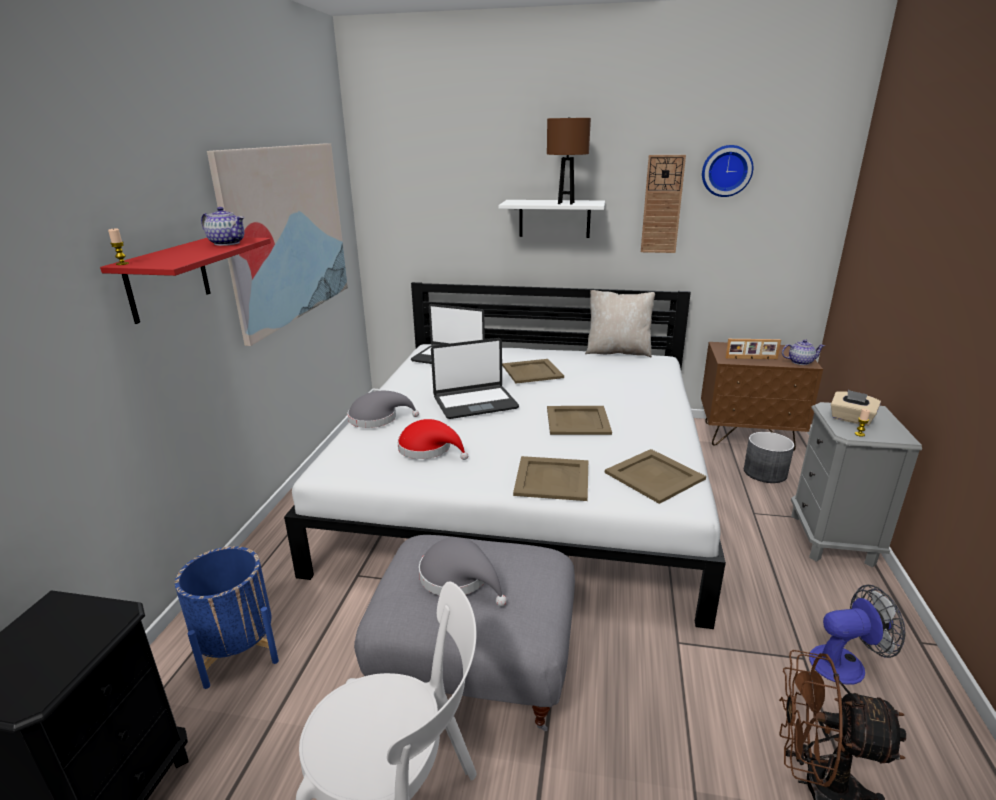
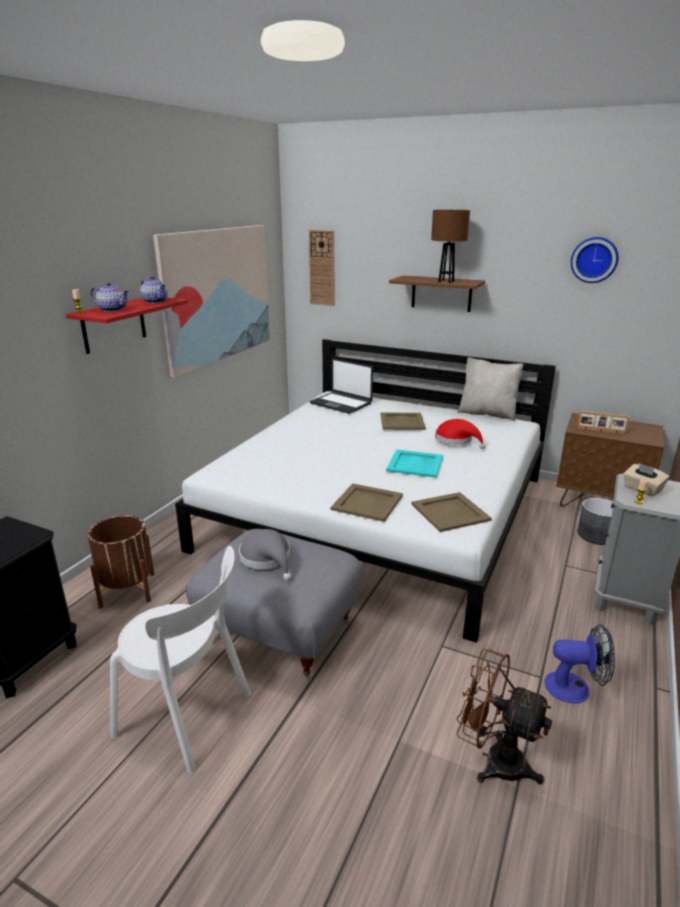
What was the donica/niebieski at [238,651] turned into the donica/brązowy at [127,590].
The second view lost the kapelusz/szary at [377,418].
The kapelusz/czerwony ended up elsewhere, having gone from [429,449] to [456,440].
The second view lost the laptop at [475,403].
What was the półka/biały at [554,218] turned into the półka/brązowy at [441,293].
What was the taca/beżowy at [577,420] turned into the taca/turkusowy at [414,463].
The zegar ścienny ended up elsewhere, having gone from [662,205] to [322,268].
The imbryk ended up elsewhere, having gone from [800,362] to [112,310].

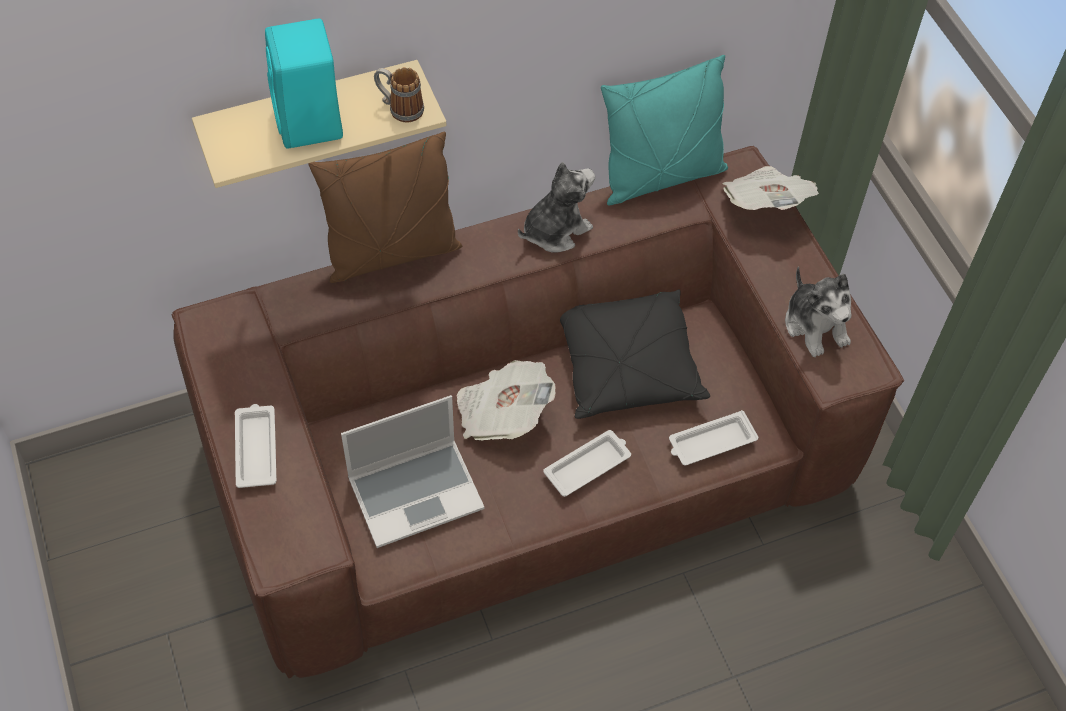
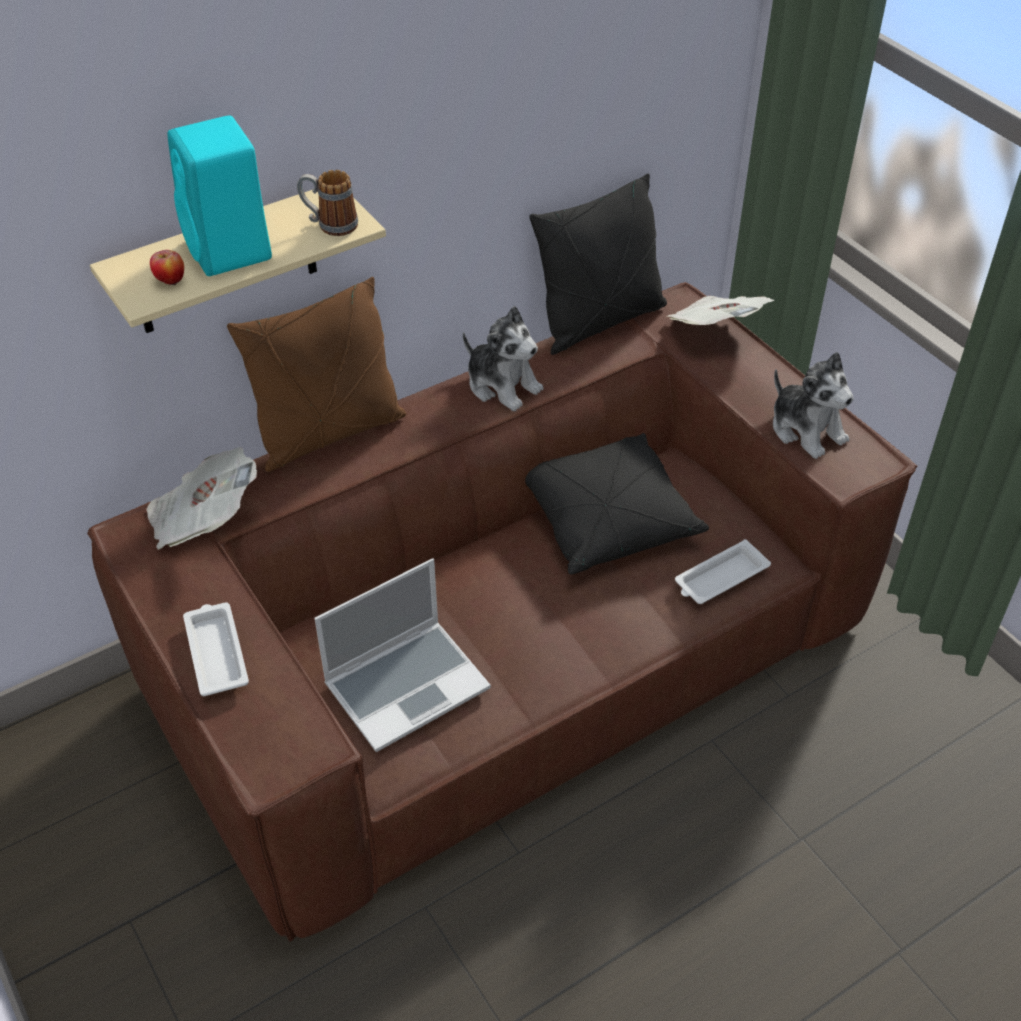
The gazeta ended up elsewhere, having gone from [502,414] to [203,520].
The pluszak at [555,230] ended up facing another way, 90 degrees clockwise from before.
The second view lost the taca/biały at [588,465].
What was the poduszka/turkusowy at [661,176] turned into the poduszka/czarny at [599,321].
The second view gained the jabłko at [170,282].

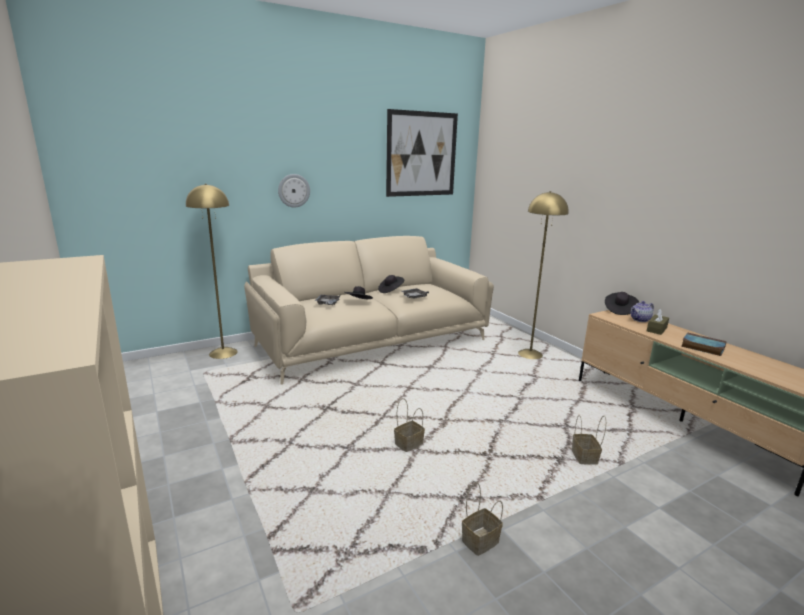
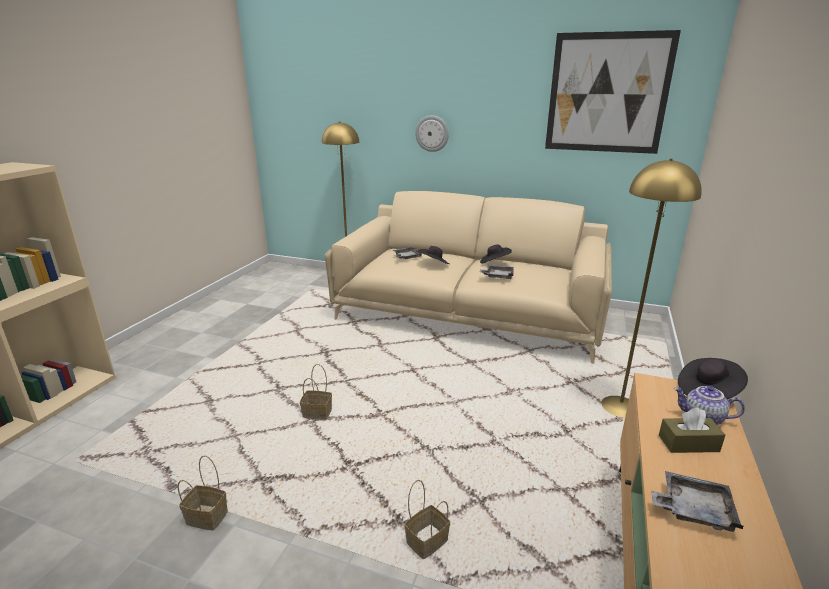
Where the książka stood at [701,347], the taca/szary came to stand at [693,509].

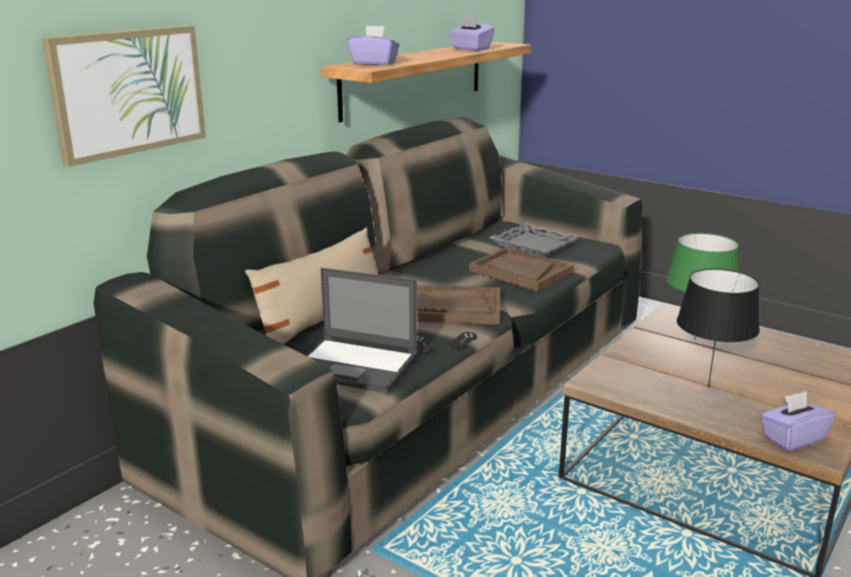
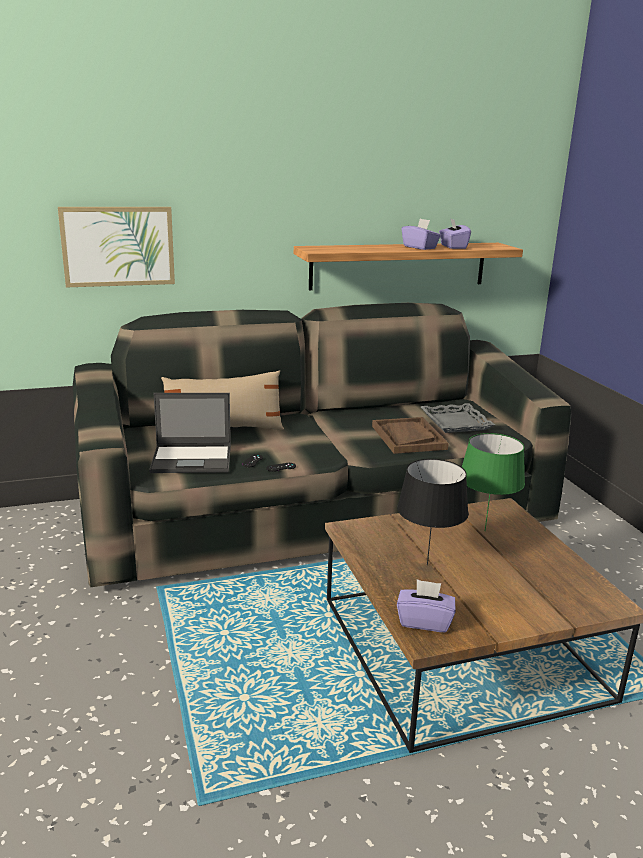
The laptop at [356,365] ended up facing another way, 60 degrees counterclockwise from before.
The pudełko chusteczek/fioletowy ended up elsewhere, having gone from [374,63] to [420,247].
The second view lost the taca/brązowy at [453,308].

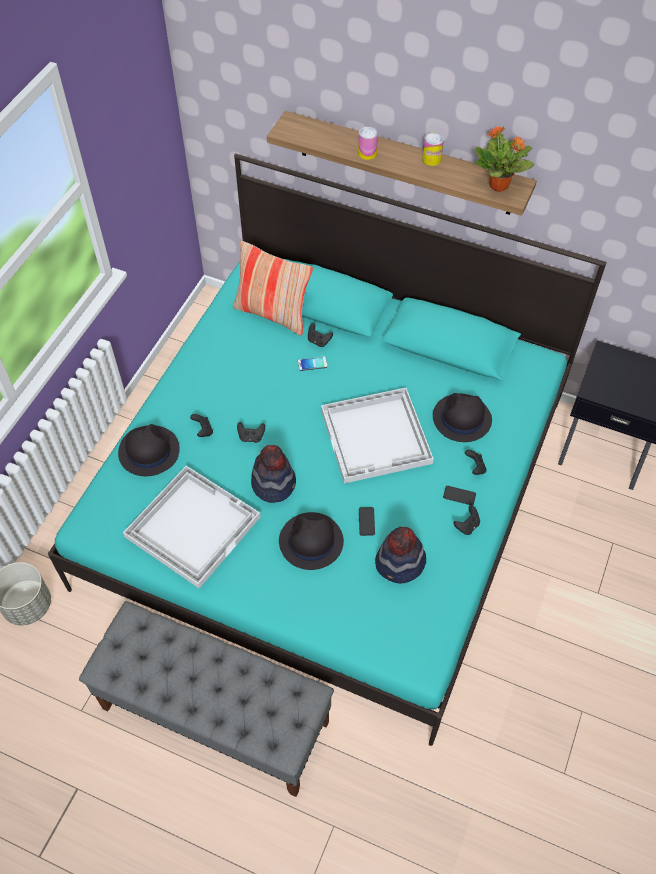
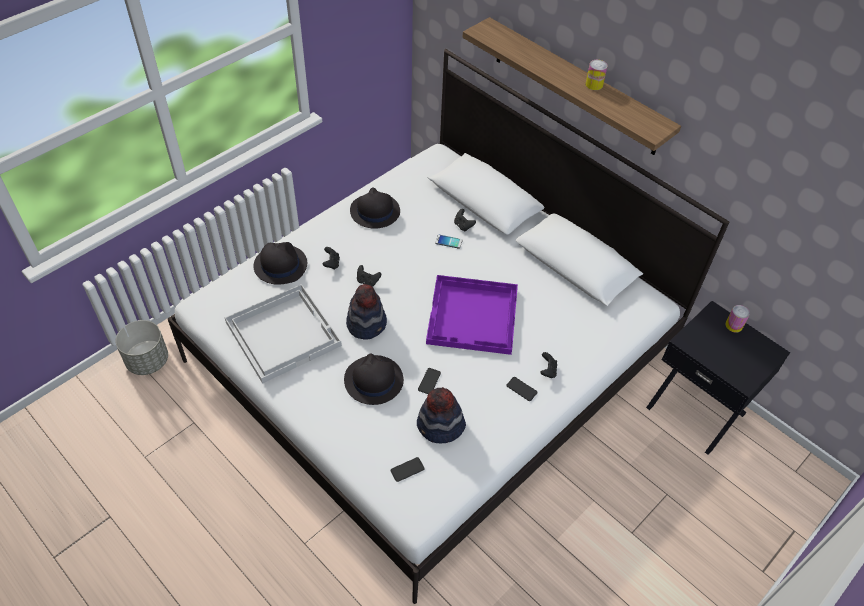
What was the łóżko/turkusowy at [328,491] turned into the łóżko/biały at [430,359].
The second view lost the ławka/szary at [216,715].
The second view lost the poduszka at [273,314].
What was the taca/biały at [377,437] turned into the taca/fioletowy at [473,316].
The puszka ended up elsewhere, having gone from [367,153] to [734,325].
The kapelusz/czarny ended up elsewhere, having gone from [461,419] to [374,211].
The second view lost the pad do gier/czarny at [467,526].
The second view lost the roślina doniczkowa at [499,186].
The second view gained the telefon at [407,469].

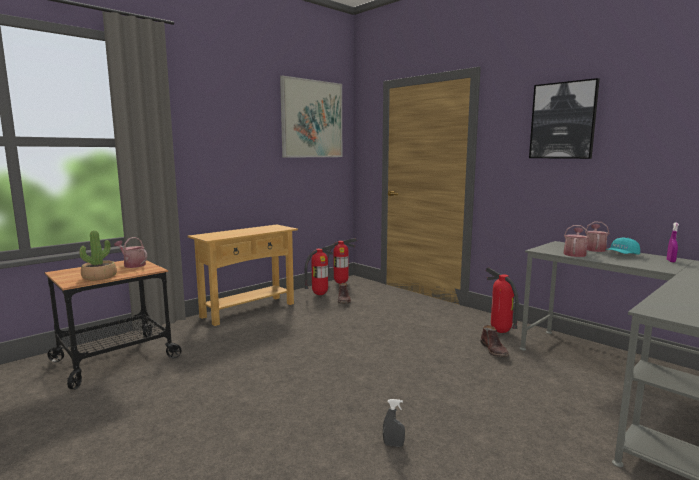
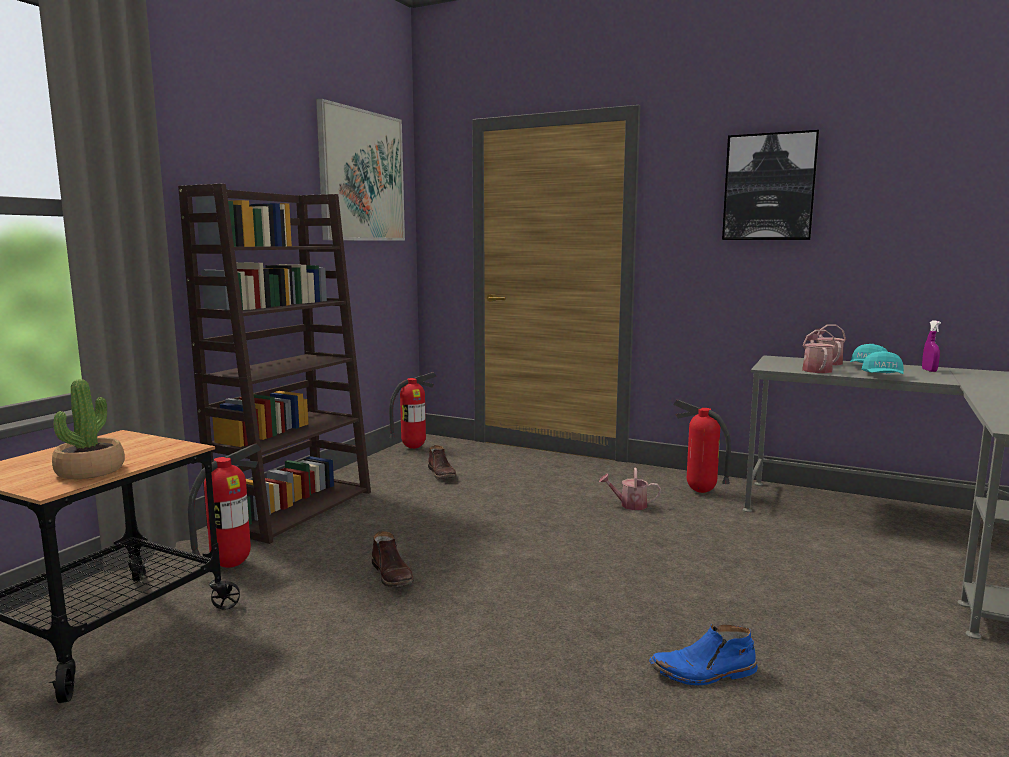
The konewka ended up elsewhere, having gone from [132,265] to [629,505].
Where the stolik konsolowy/beżowy stood at [248,310], the regał/brązowy came to stand at [294,508].
The gaśnica ended up elsewhere, having gone from [320,294] to [231,565].
Where the spryskiwacz/szary stood at [393,445], the but z cholewką/niebieski came to stand at [703,673].
The but z cholewką/brązowy ended up elsewhere, having gone from [494,350] to [393,575].
The second view gained the czapka z daszkiem/turkusowy at [883,376].

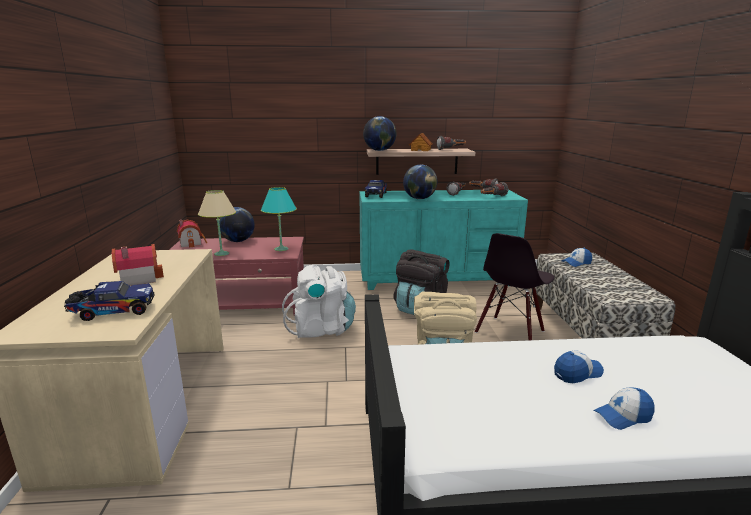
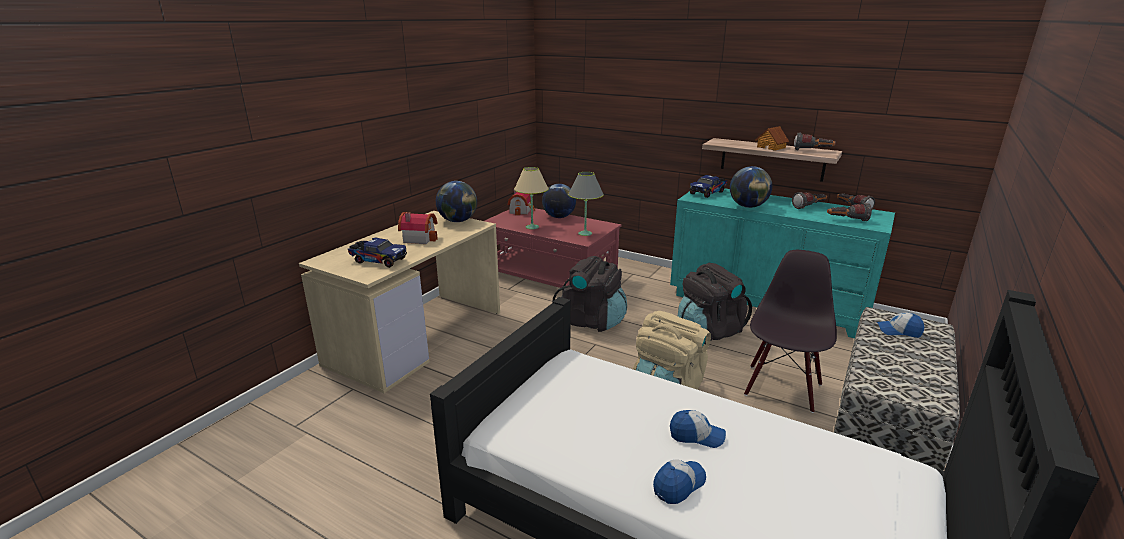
What was the lampa stołowa/turkusowy at [281,249] turned into the lampa stołowa/szary at [585,233].
What was the plecak/biały at [321,329] turned into the plecak/czarny at [592,321].
The globus ended up elsewhere, having gone from [379,150] to [458,221].
The krzesło/czarny at [510,332] ended up facing another way, 135 degrees clockwise from before.
The czapka z daszkiem at [623,416] ended up facing another way, 120 degrees clockwise from before.

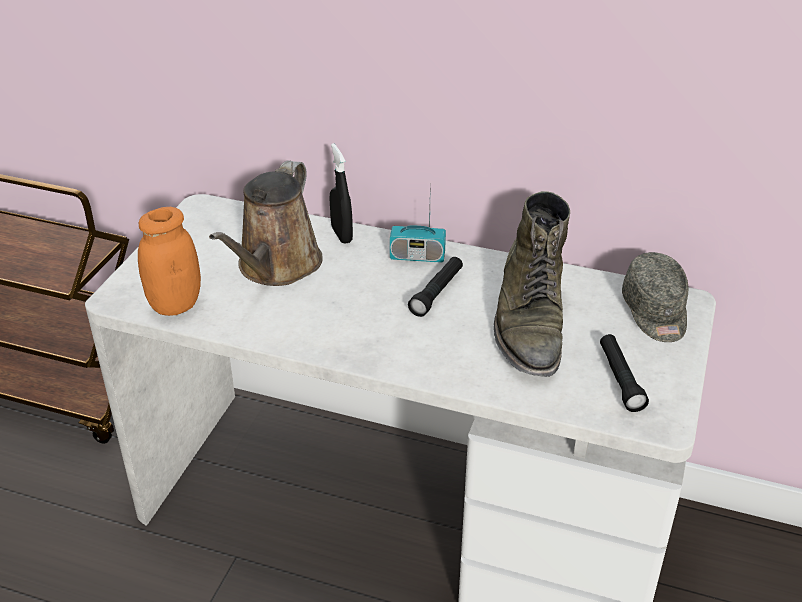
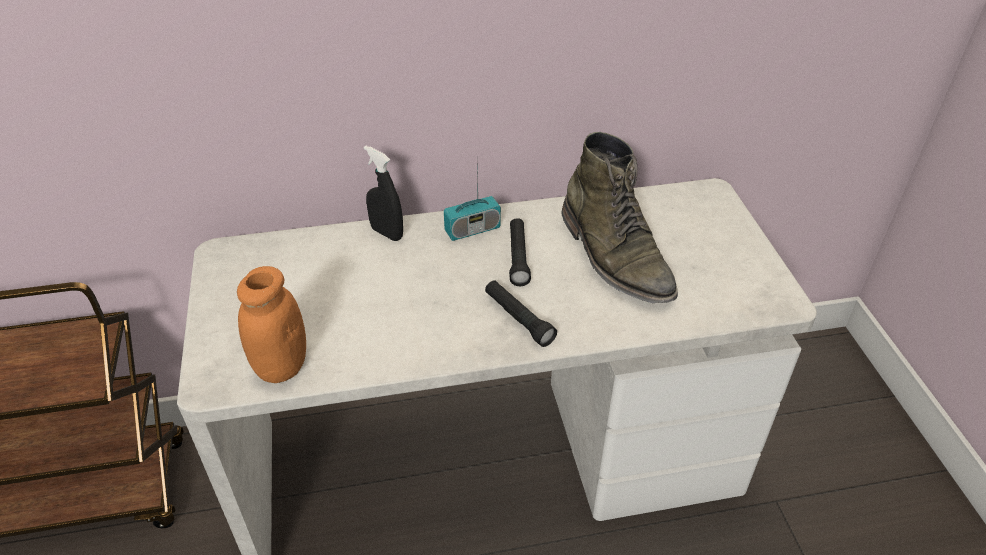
The second view lost the konewka/brązowy at [276,267].
The latarka/czarny ended up elsewhere, having gone from [620,379] to [518,319].
The second view lost the czapka z daszkiem/szary at [655,312].

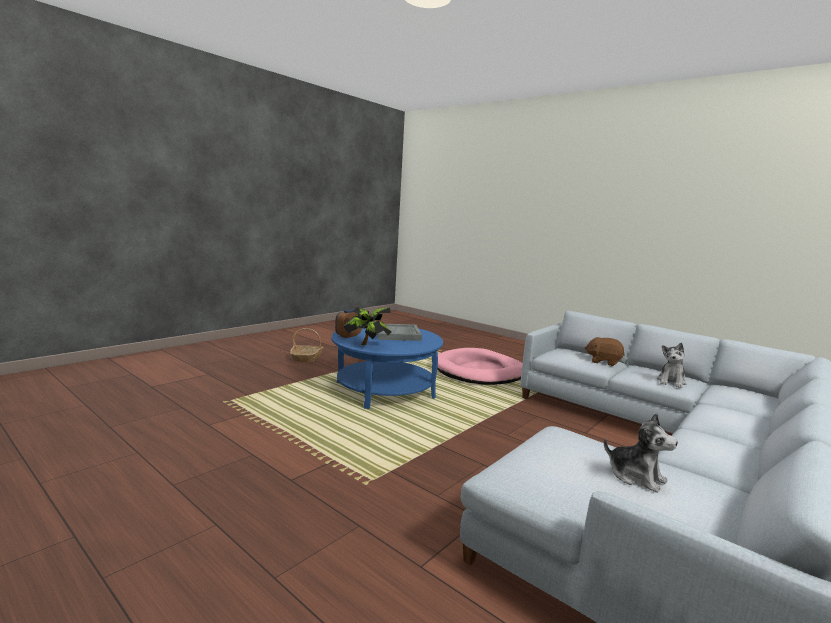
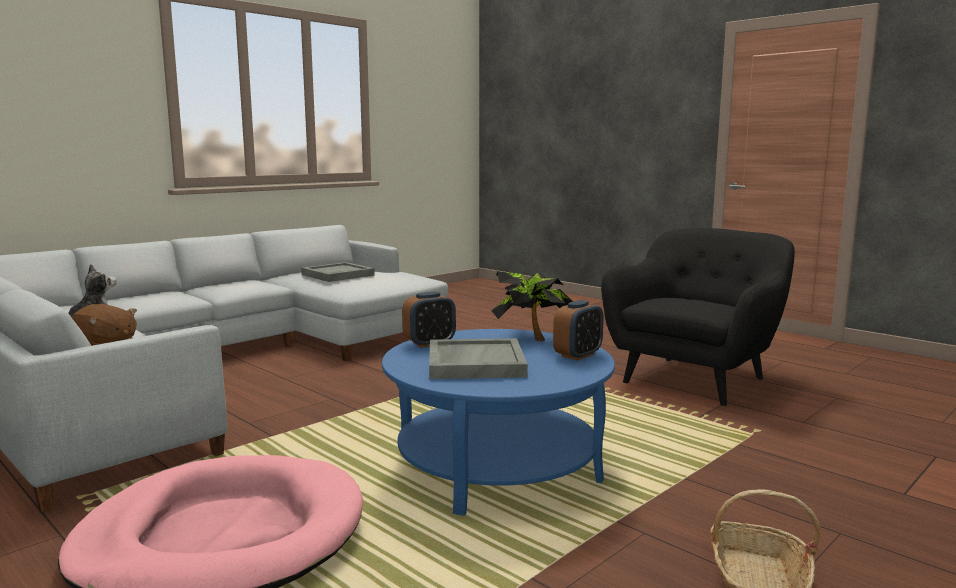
Where the pluszak stood at [636,477], the taca/szary came to stand at [337,275].
The second view gained the budzik at [429,343].
The second view gained the fotel/czarny at [695,379].

